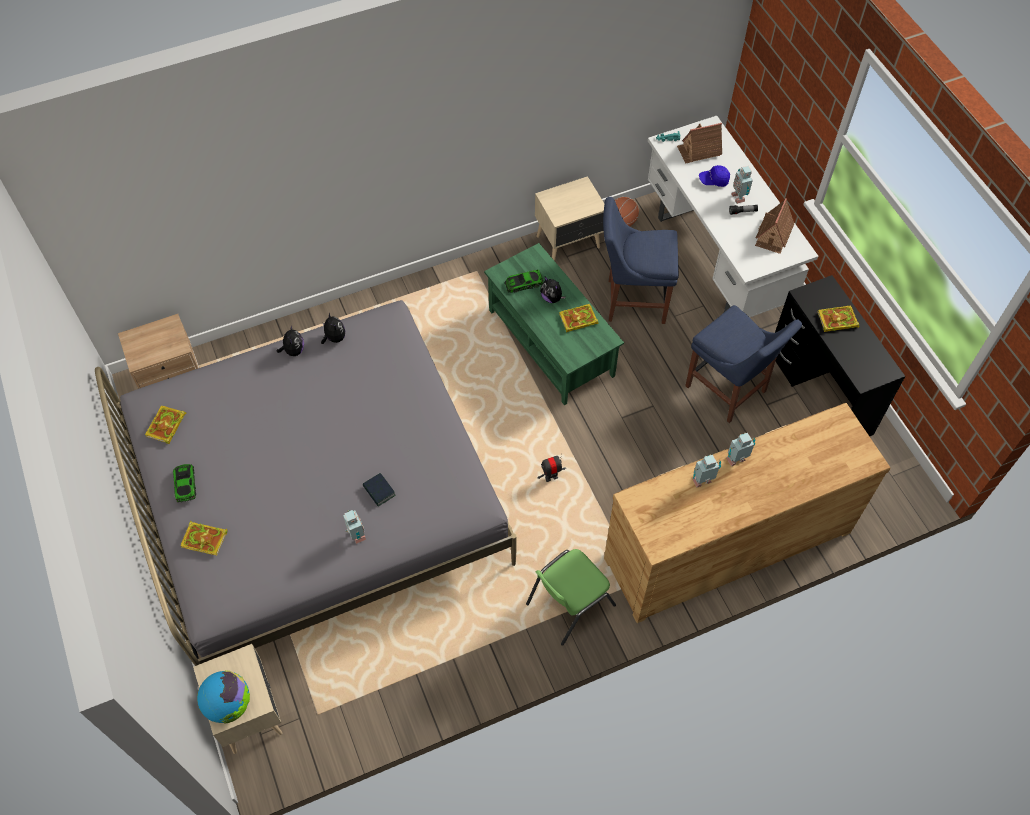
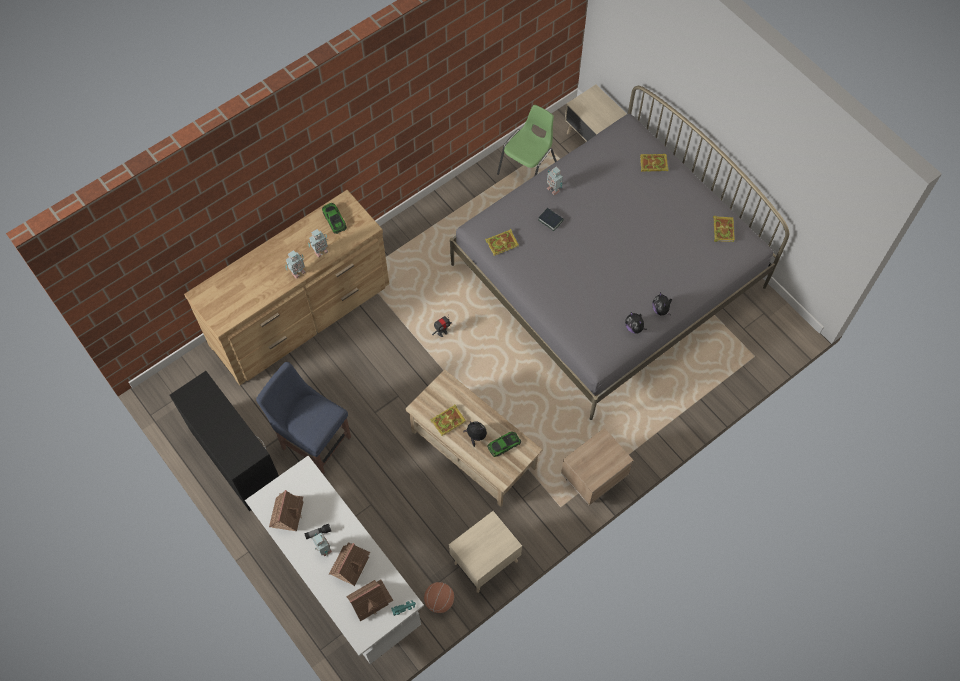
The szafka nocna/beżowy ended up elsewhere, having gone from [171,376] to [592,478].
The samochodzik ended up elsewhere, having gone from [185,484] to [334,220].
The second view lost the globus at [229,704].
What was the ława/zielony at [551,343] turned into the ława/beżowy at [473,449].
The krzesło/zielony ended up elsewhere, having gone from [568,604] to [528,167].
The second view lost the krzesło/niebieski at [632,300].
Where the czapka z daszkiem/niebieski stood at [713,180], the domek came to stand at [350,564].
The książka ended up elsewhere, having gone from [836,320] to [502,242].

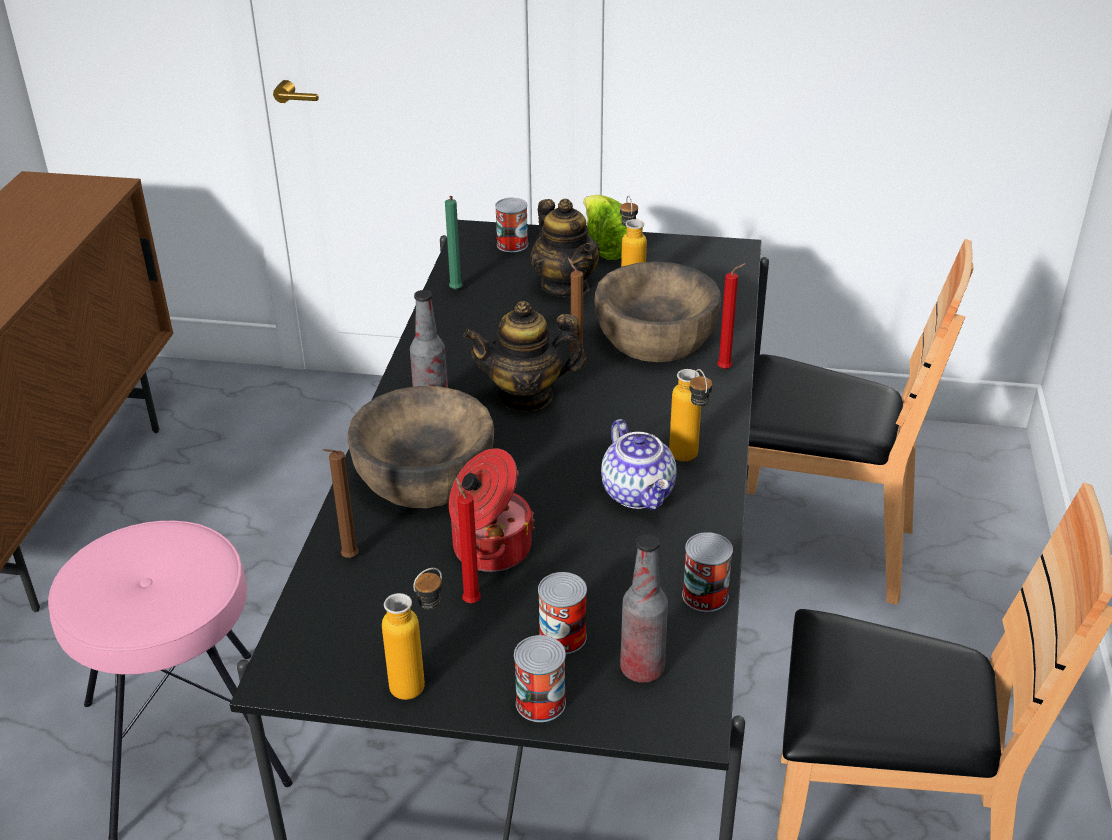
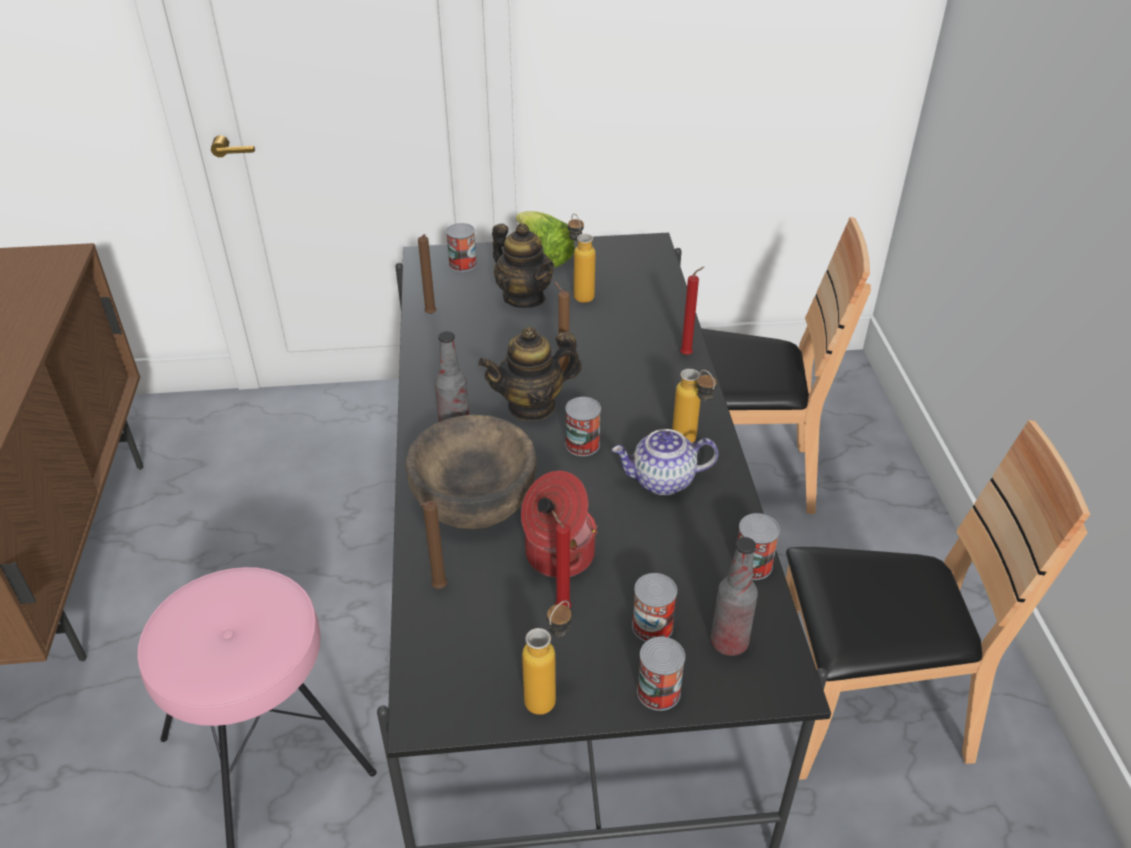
What was the świeca/zielony at [455,291] turned into the świeca/brązowy at [431,315].
The second view lost the miska/brązowy at [655,337].
The imbryk at [639,493] ended up facing another way, 120 degrees clockwise from before.
The second view gained the puszka at [582,444].

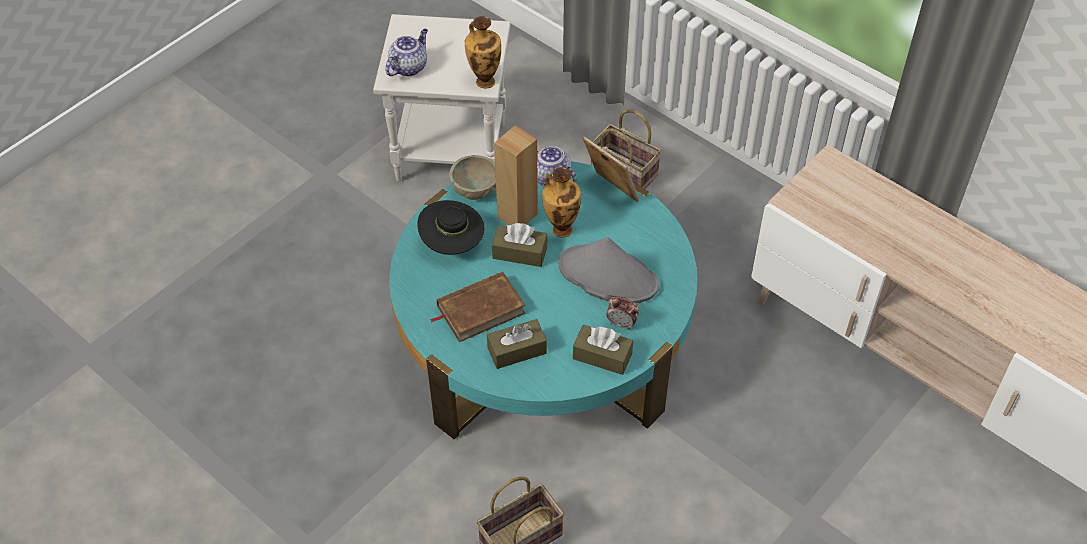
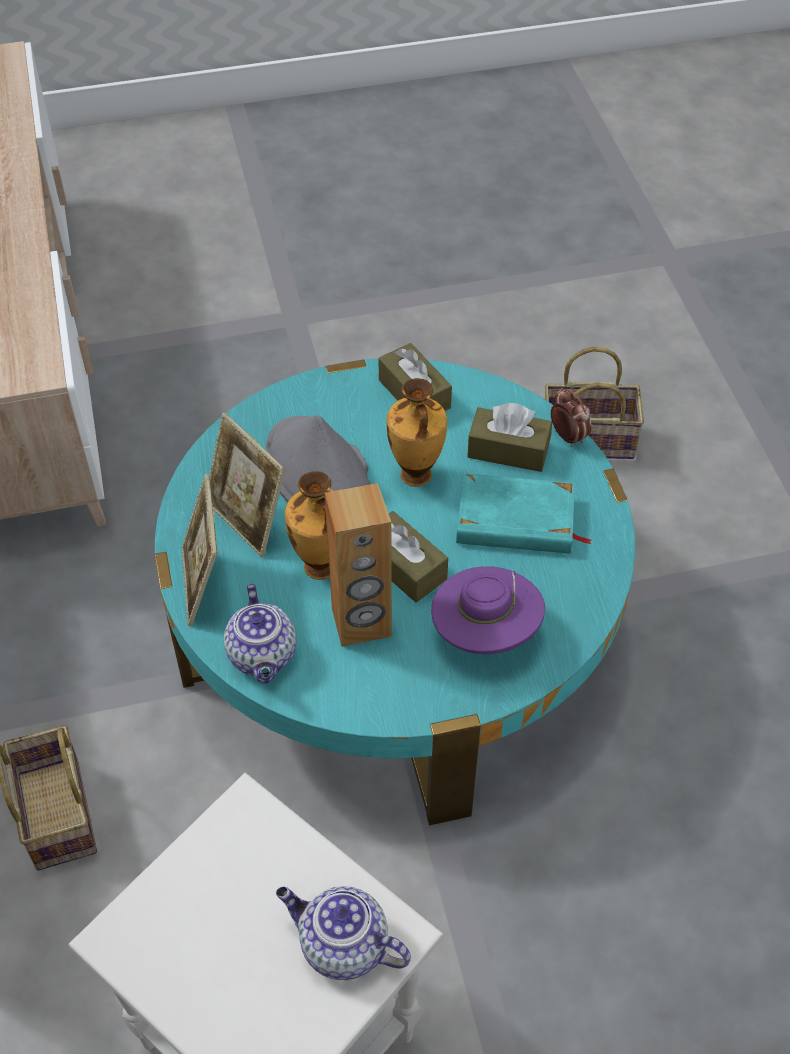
The imbryk at [408,66] ended up facing another way, 45 degrees clockwise from before.
What was the kapelusz/czarny at [452,243] turned into the kapelusz/fioletowy at [485,633].
What was the książka/brązowy at [480,309] turned into the książka/turkusowy at [515,521].
The second view lost the miska/beżowy at [475,190].
The wazon ended up elsewhere, having gone from [484,81] to [415,477].
The budzik ended up elsewhere, having gone from [622,324] to [568,437].
The second view gained the ramka na zdjęcie at [248,520].

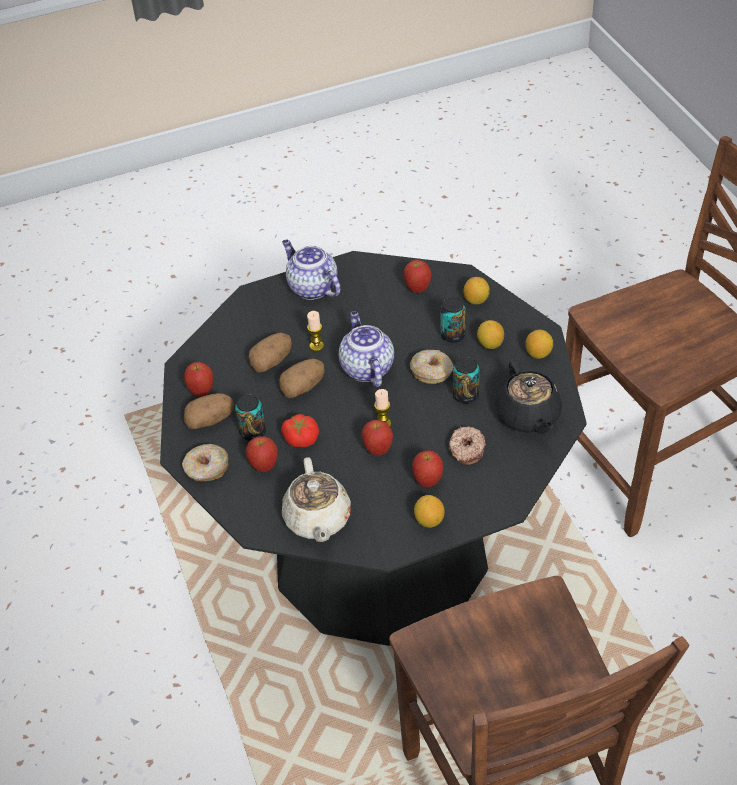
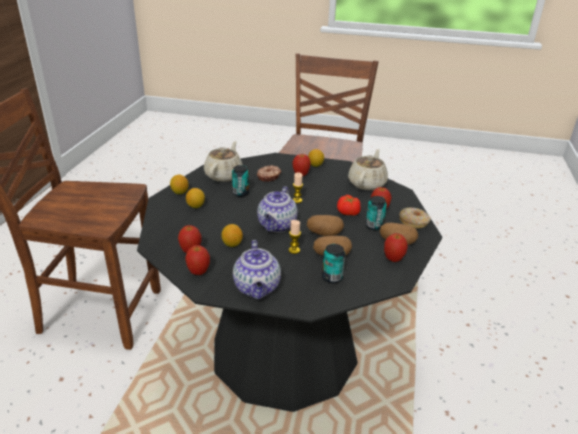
The jabłko ended up elsewhere, having gone from [378,450] to [198,272].
The second view lost the donut at [432,371].
The puszka ended up elsewhere, having gone from [453,335] to [332,277].
The cytryna ended up elsewhere, having gone from [476,300] to [232,244].
What was the imbryk/czarny at [528,416] turned into the imbryk/beżowy at [224,175].

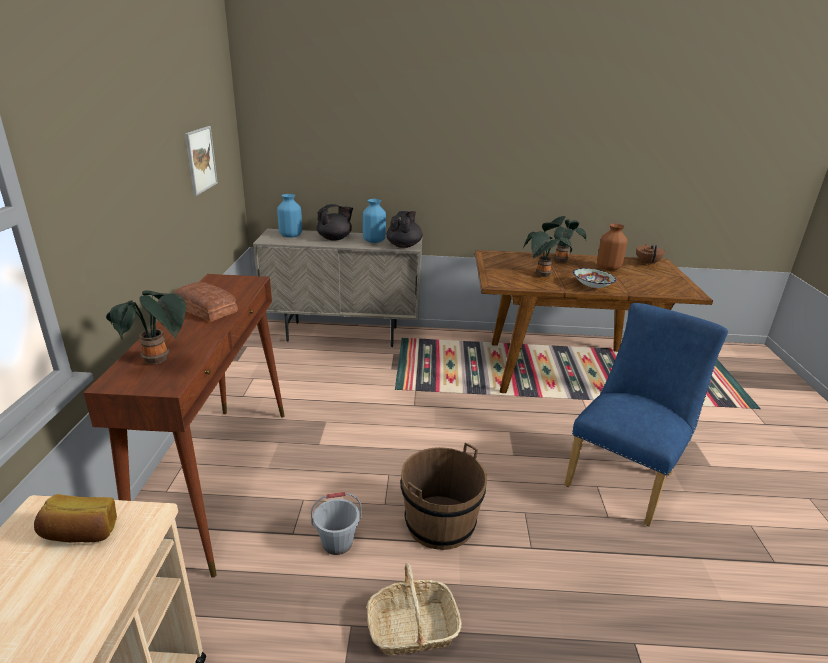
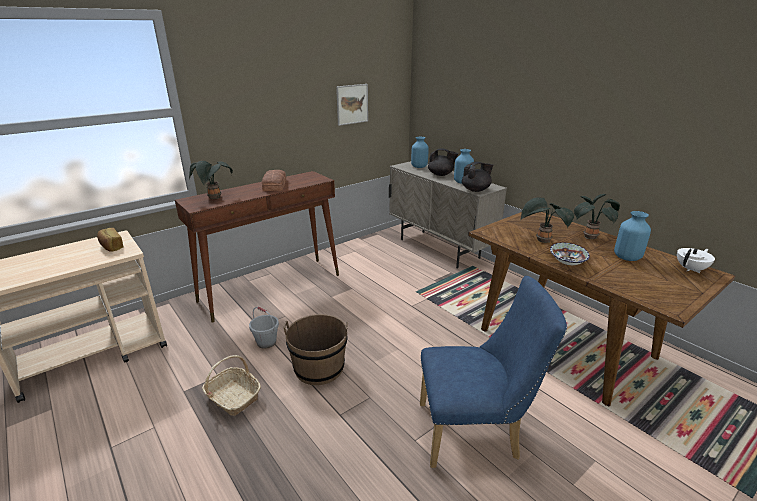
What was the wazon/brązowy at [608,268] turned into the wazon/niebieski at [626,257].
What was the imbryk/brązowy at [647,263] turned into the imbryk/biały at [691,269].

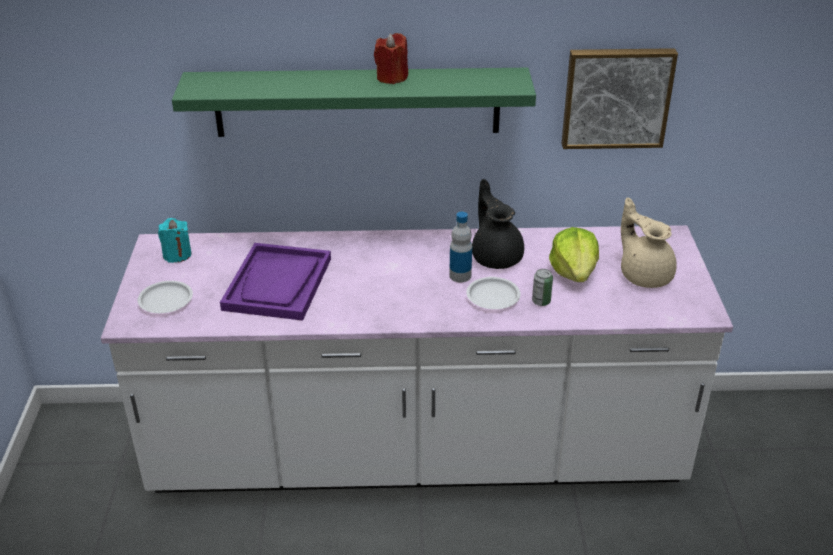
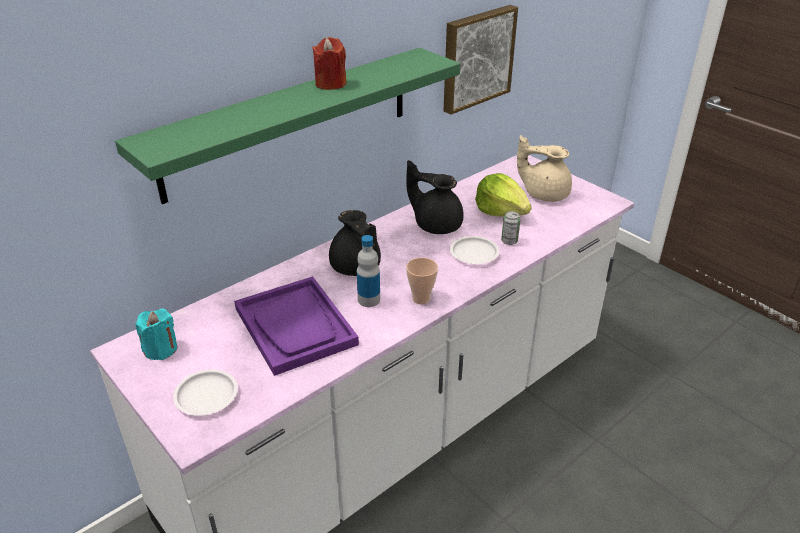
The butelka ended up elsewhere, having gone from [460,275] to [369,300].
The second view gained the imbryk/czarny at [356,268].
The second view gained the filiżanka at [421,299].

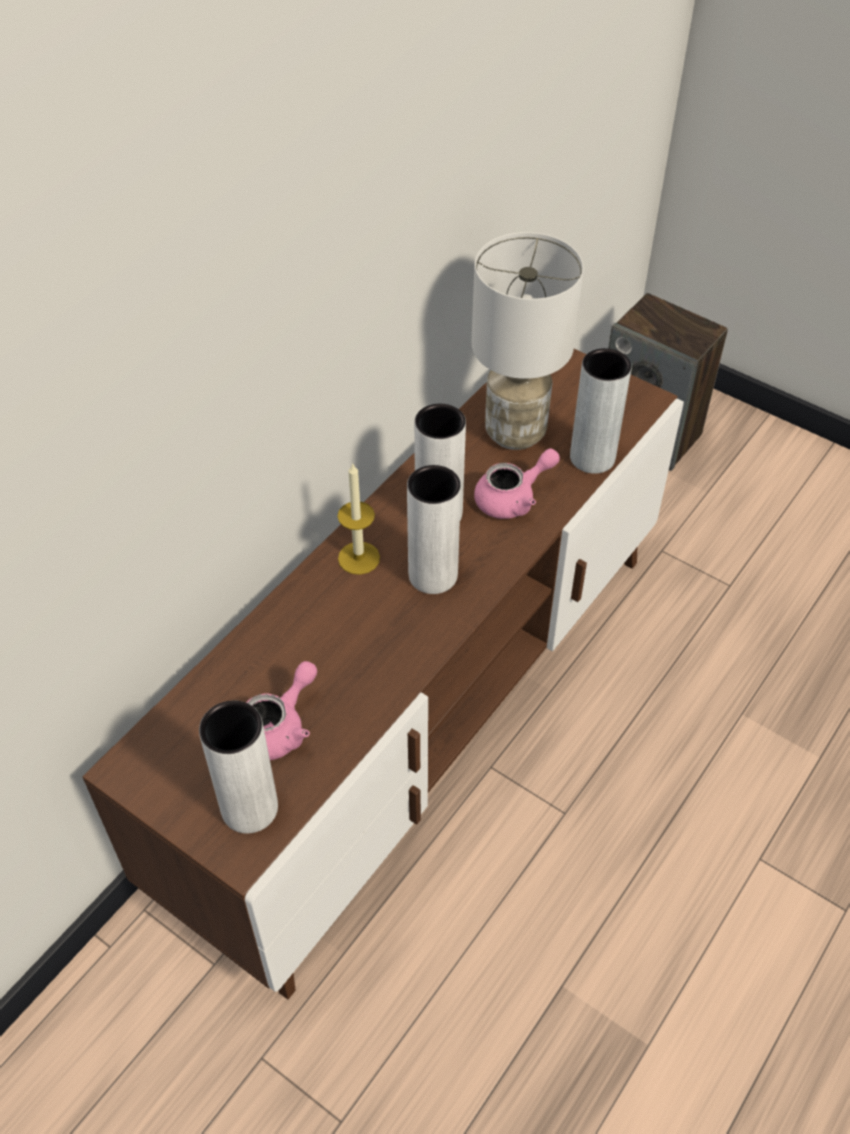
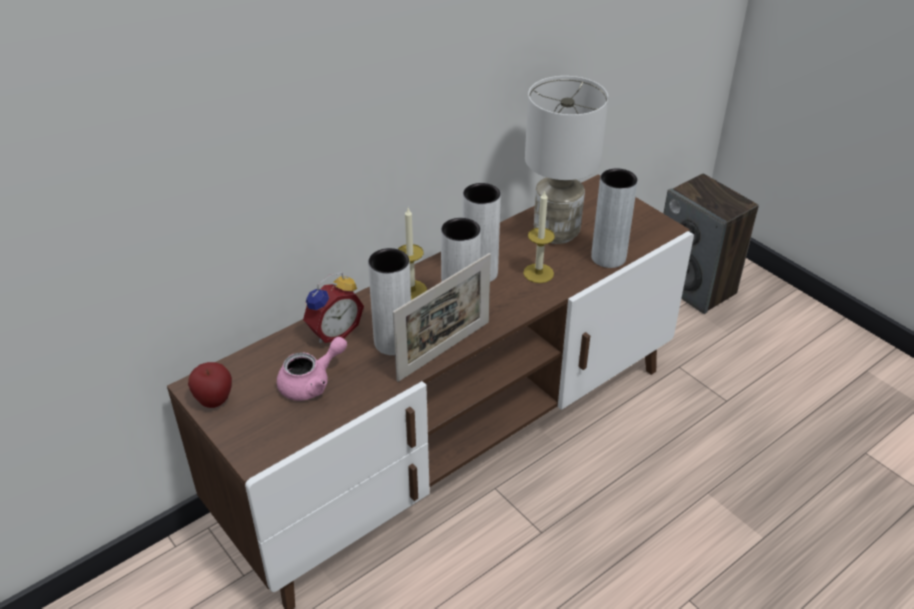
The wazon/biały ended up elsewhere, having gone from [249,808] to [393,342].
Where the imbryk/różowy stood at [513,499], the świeca came to stand at [538,273].
The second view gained the jabłko at [214,401].
The second view gained the budzik at [333,332].
The second view gained the ramka na zdjęcie at [444,350].

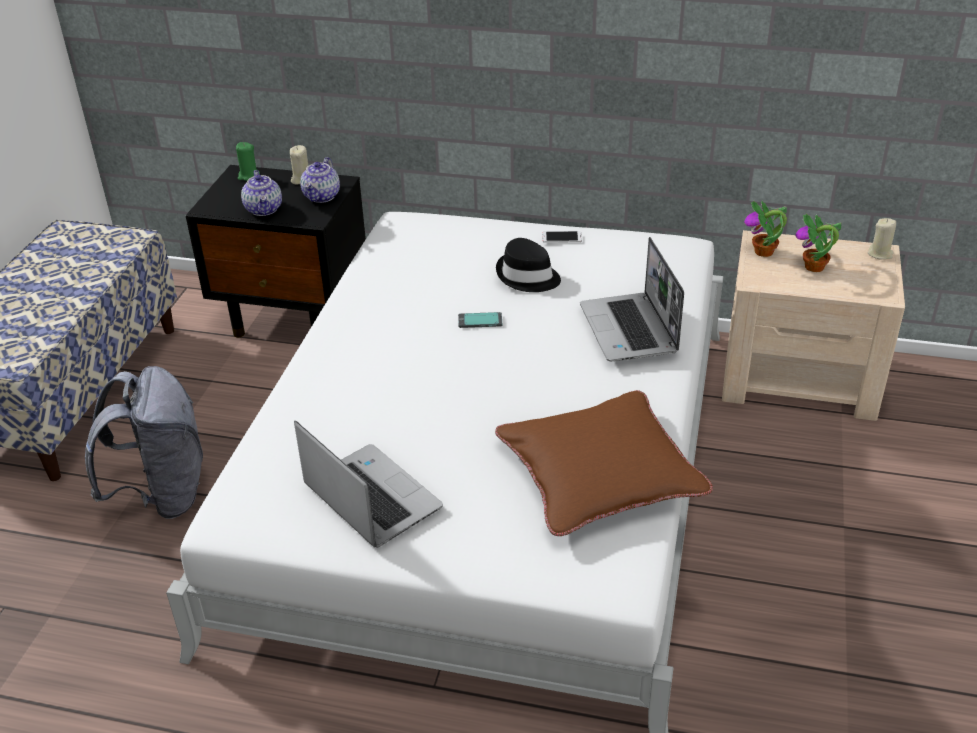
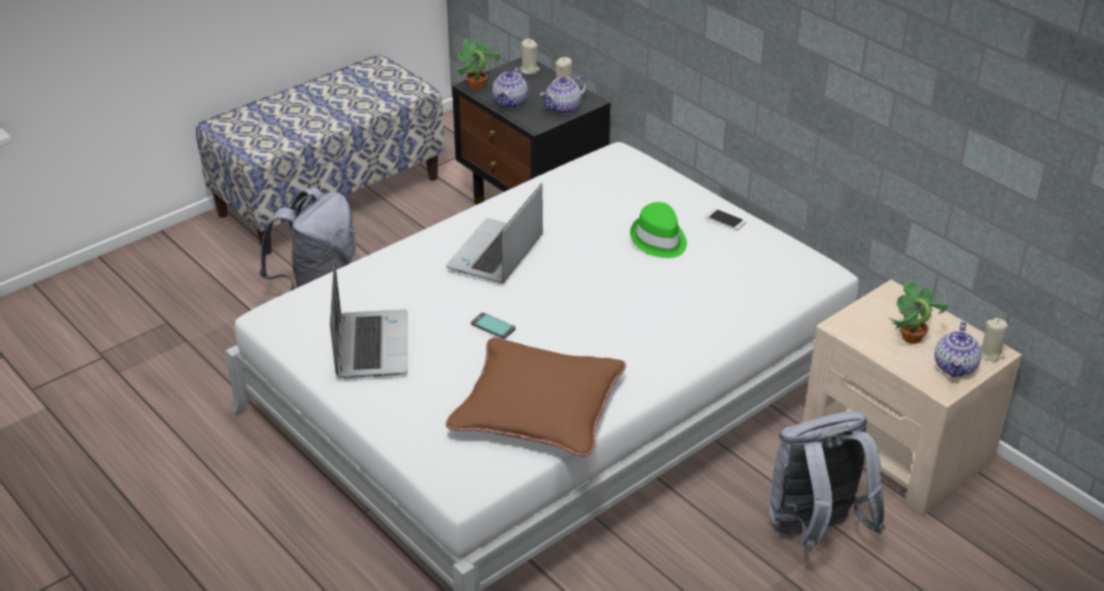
What was the świeca/zielony at [248,176] turned into the świeca/beżowy at [529,70].
The telefon ended up elsewhere, having gone from [480,321] to [493,326].
What was the kapelusz/czarny at [527,277] turned into the kapelusz/zielony at [658,240].
The laptop ended up elsewhere, having gone from [630,330] to [496,254].
The roślina doniczkowa ended up elsewhere, having gone from [764,252] to [476,86].
The second view gained the plecak/szary at [815,531].
The second view gained the imbryk at [955,367].

